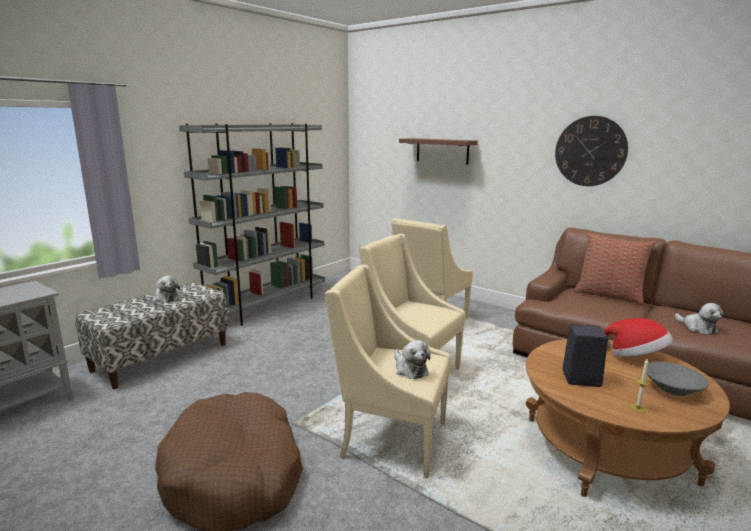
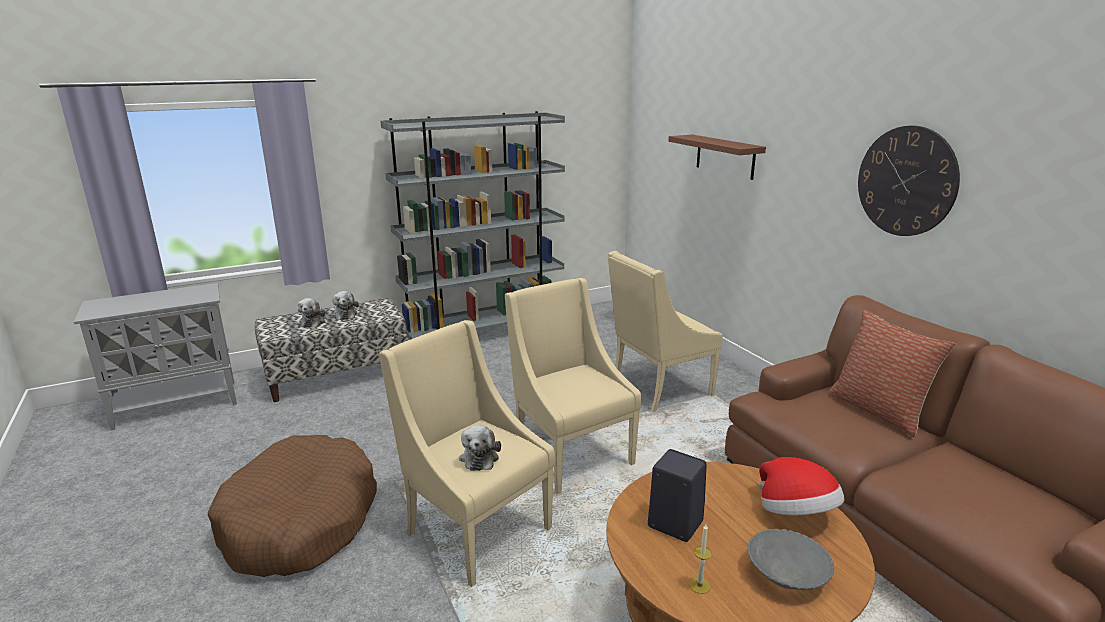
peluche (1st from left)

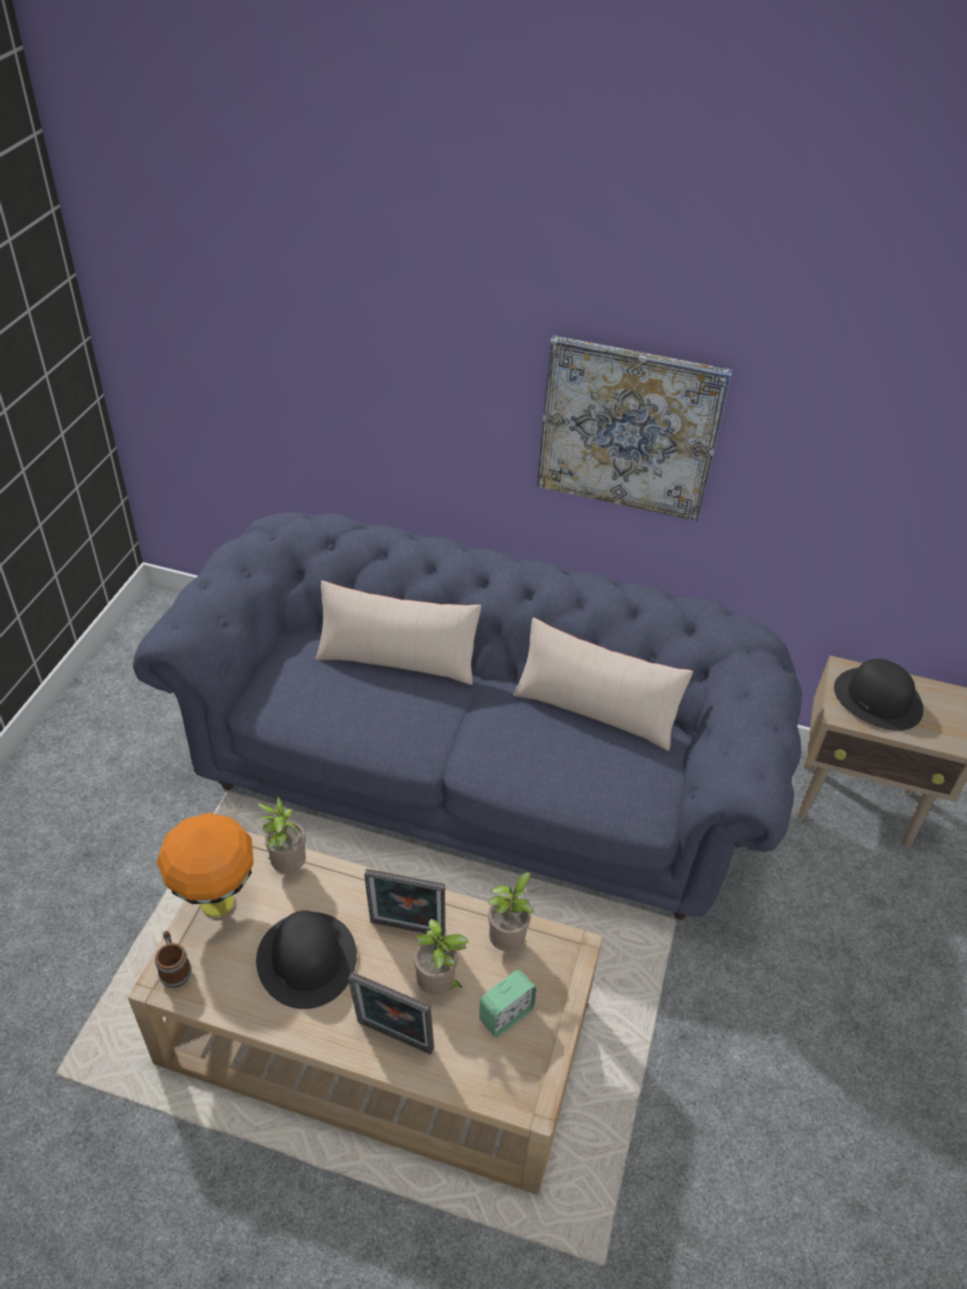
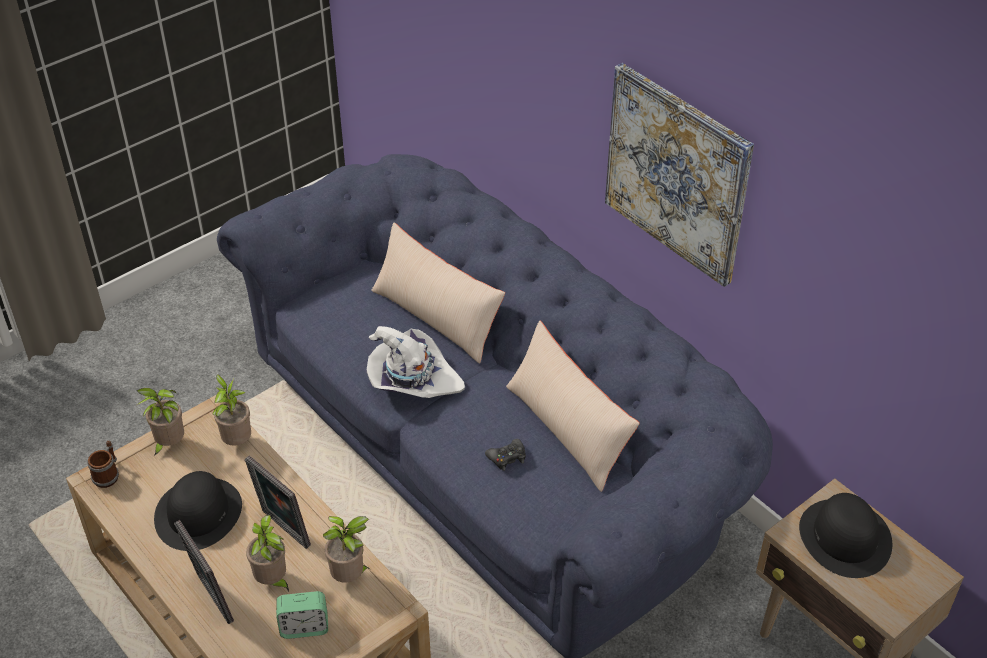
plante en pot (1st from left)
chapeau/blanc
manette/noir

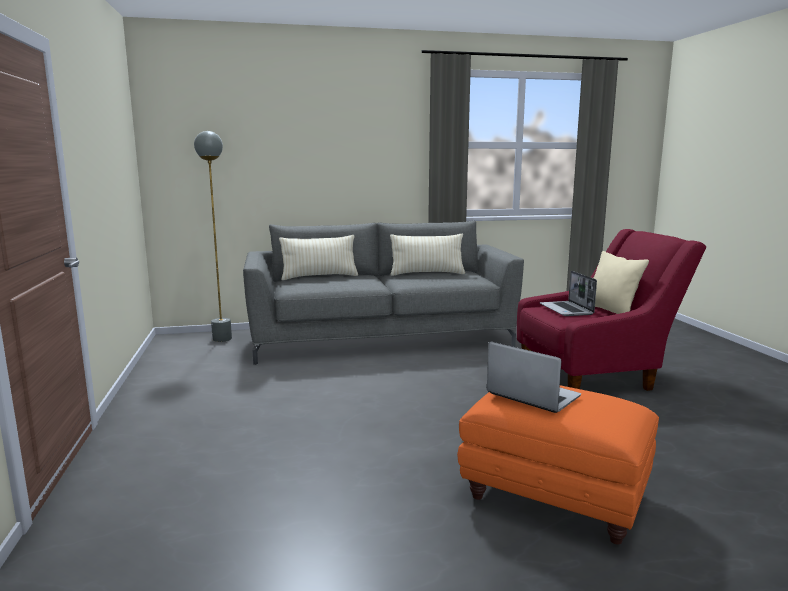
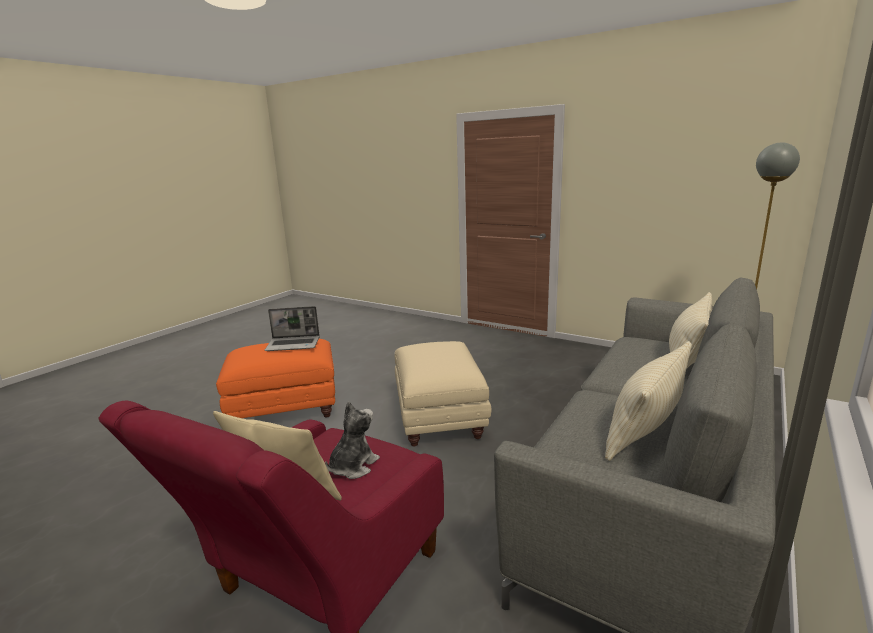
peluche
pouf/beige

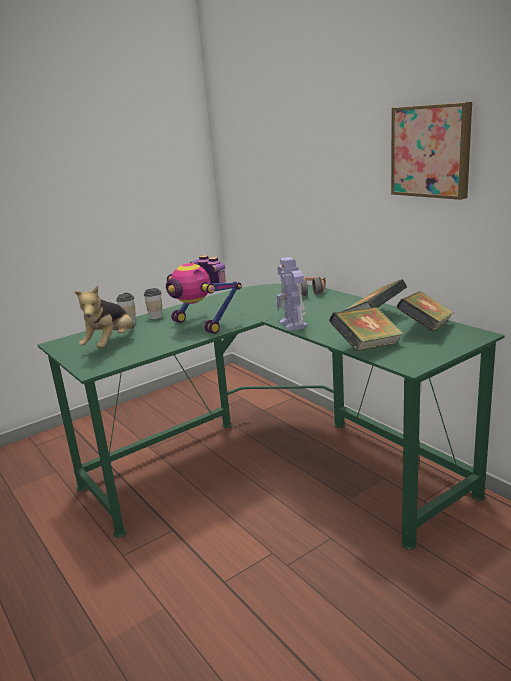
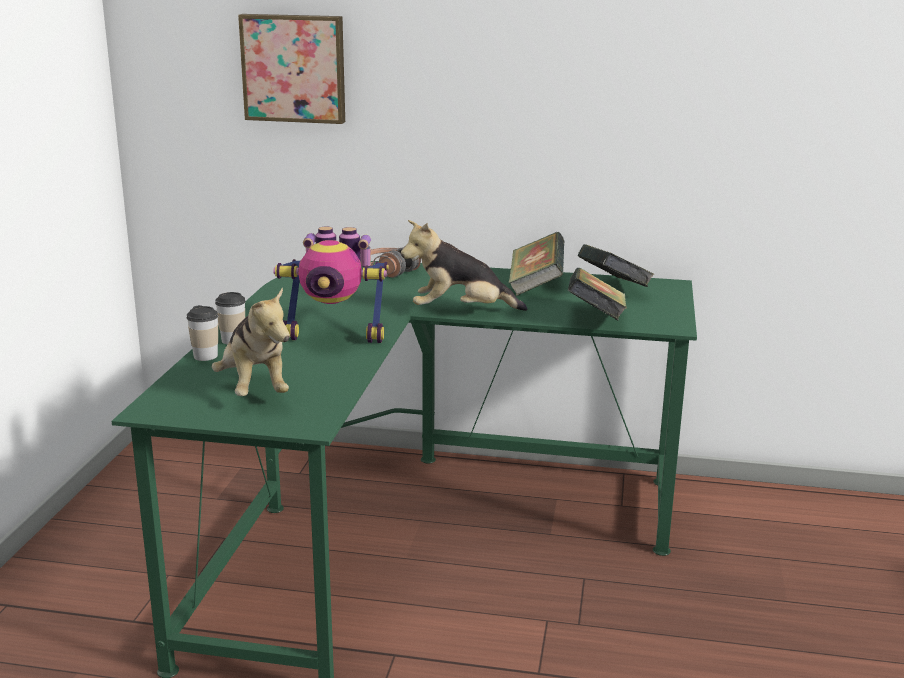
tableau
peluche (2nd from left)

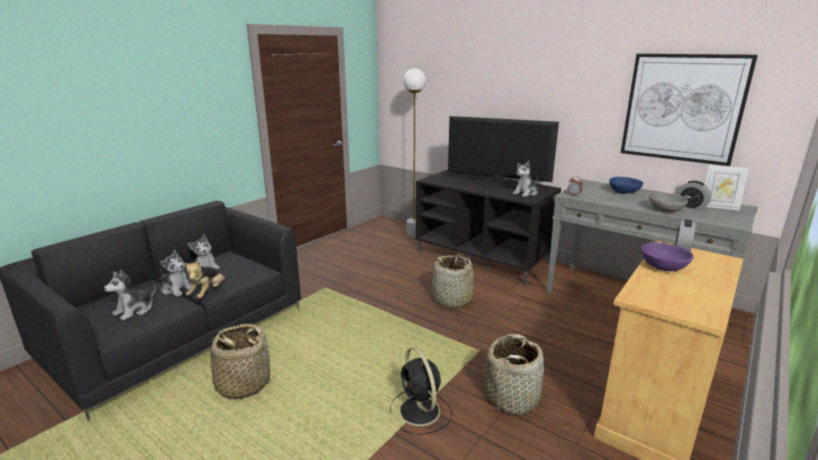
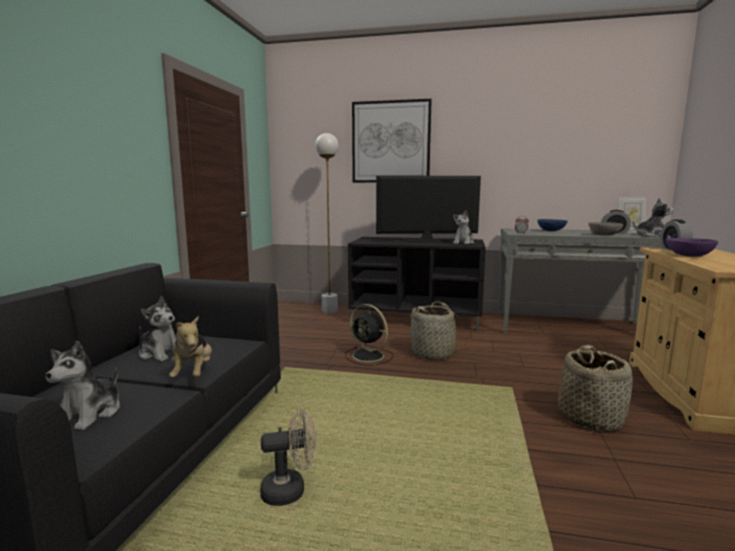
tableau
peluche (5th from left)
ventilateur/beige
ventilateur/noir

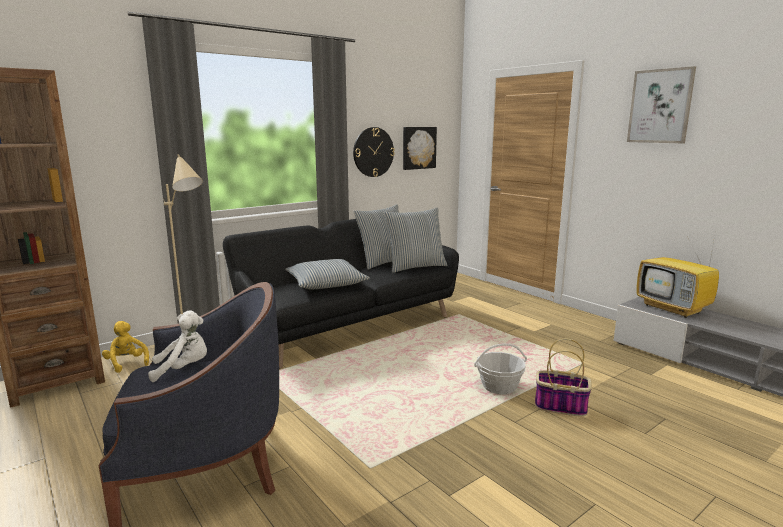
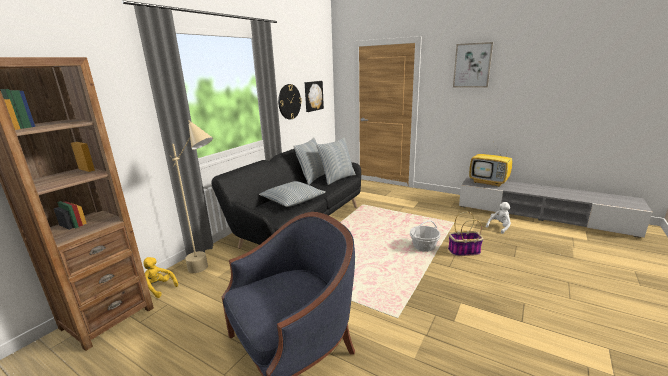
peluche/blanc

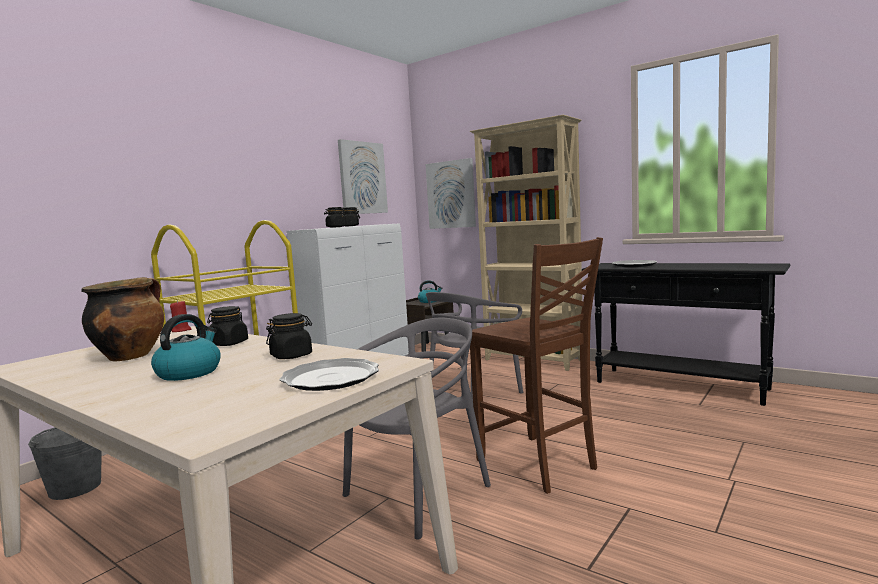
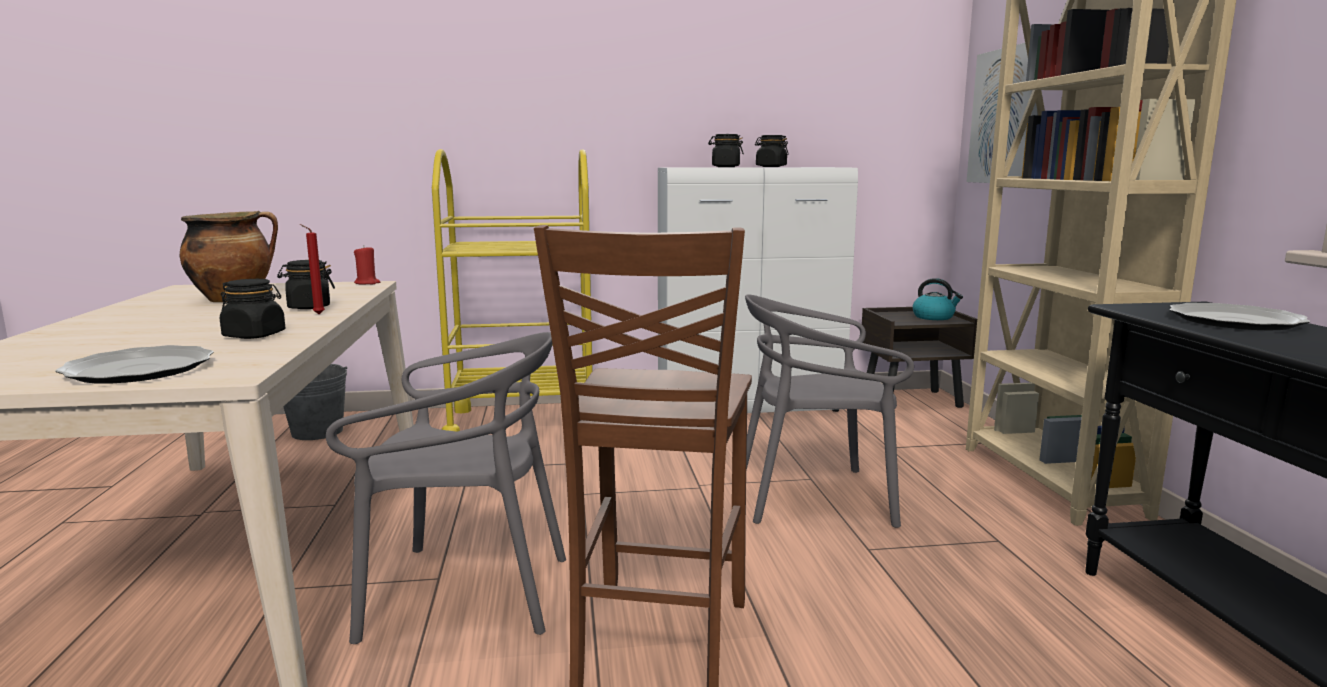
tableau (1st from left in the first image)
bouilloire (1st from left in the first image)
bougie/rouge (1st from left)

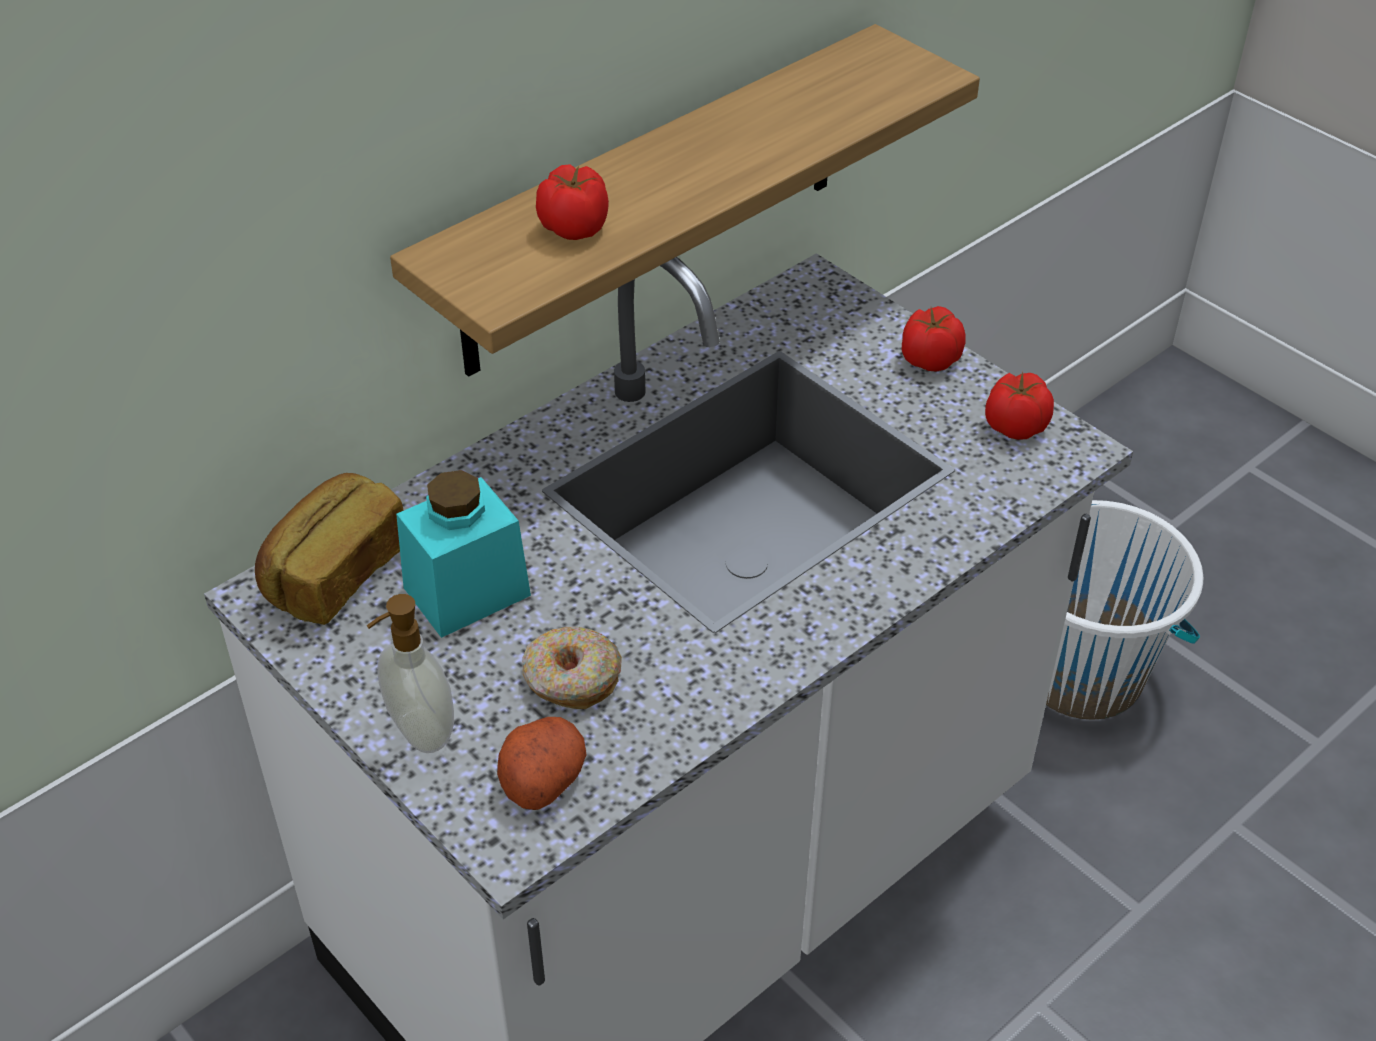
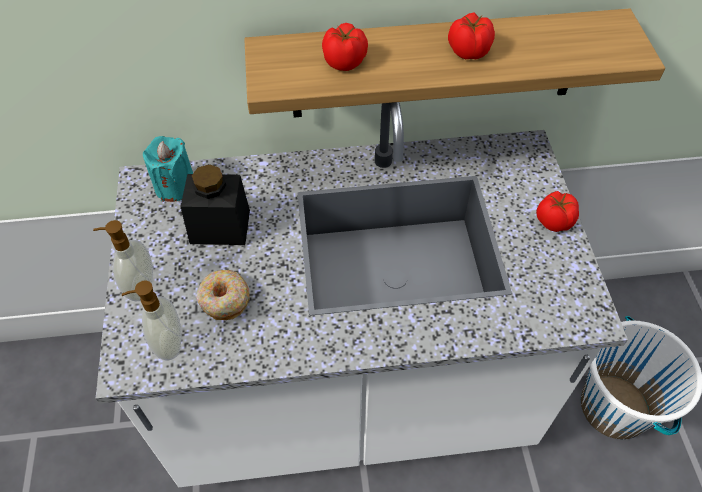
tomate (2nd from left)
bocal/noir
bougie/turquoise
distributeur de savon (2nd from left)

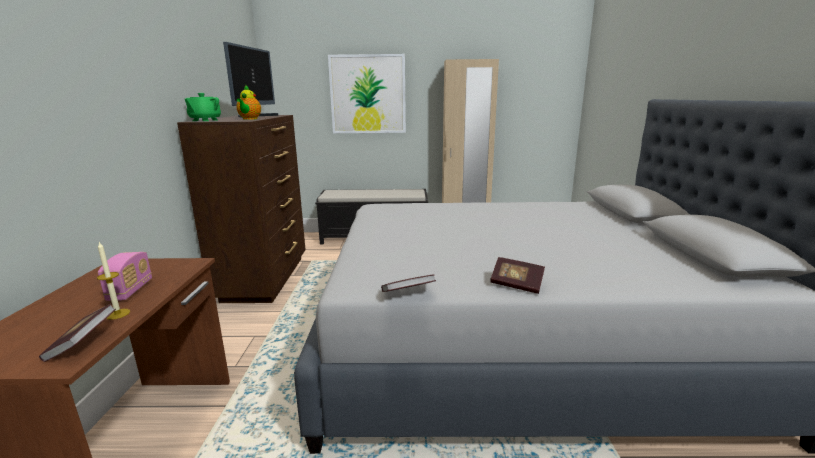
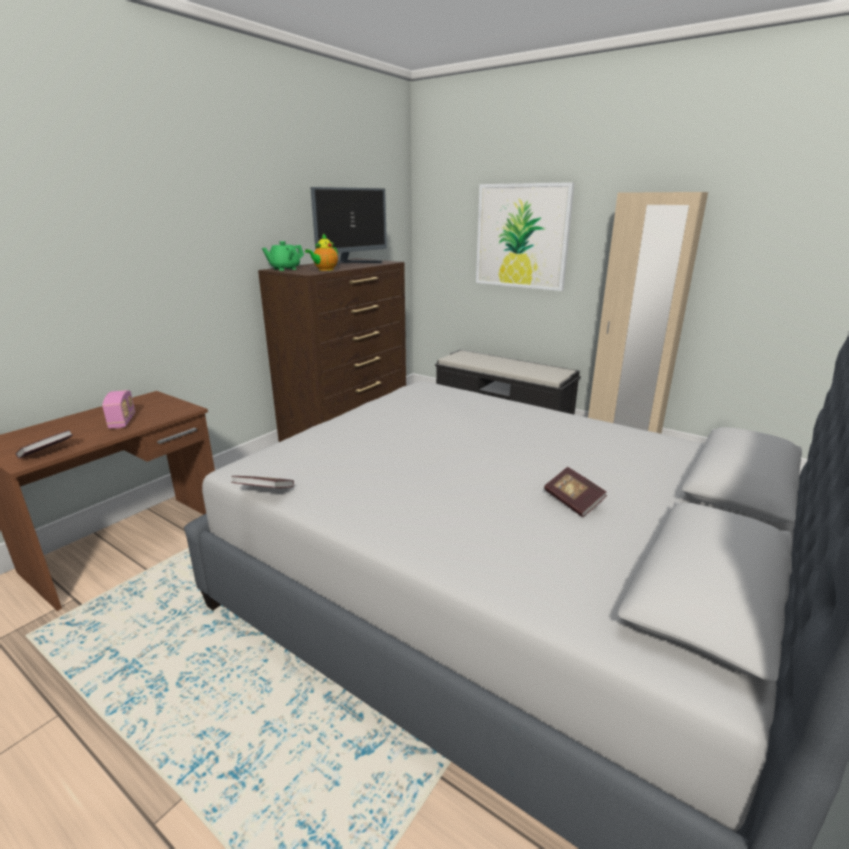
bougie
radio
livre (3rd from left)

